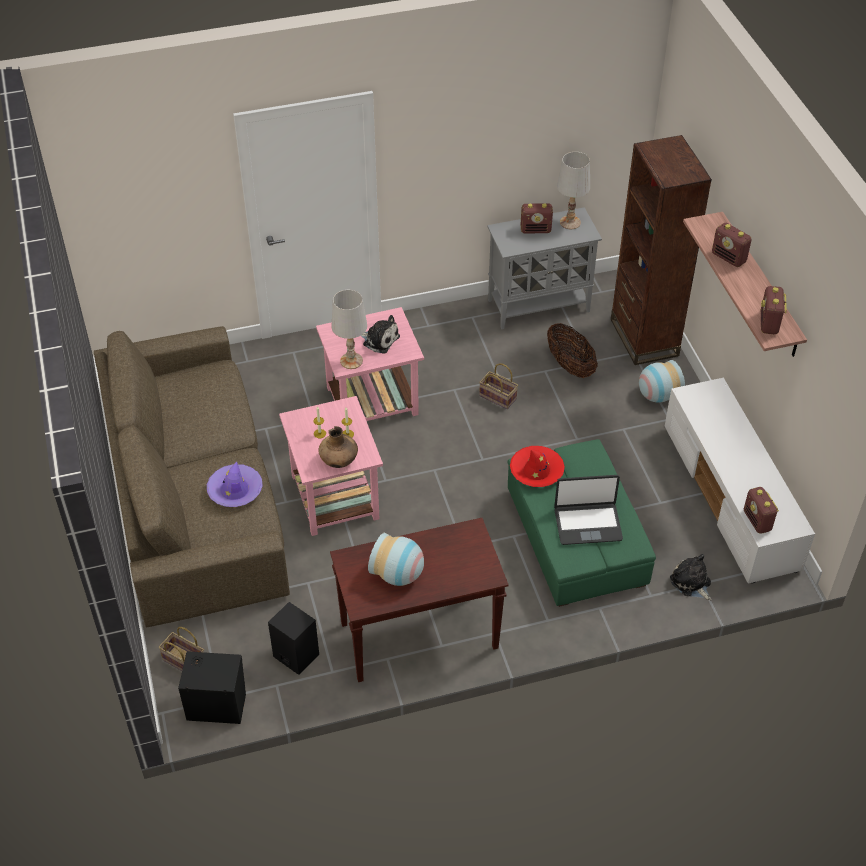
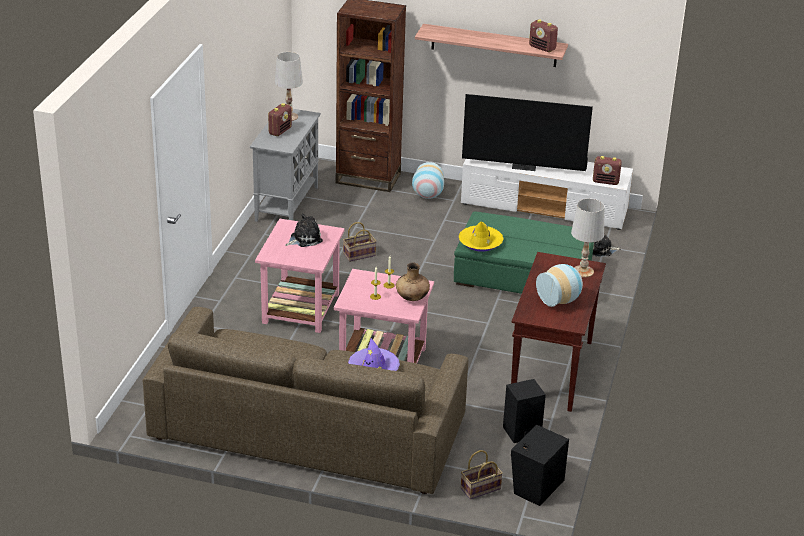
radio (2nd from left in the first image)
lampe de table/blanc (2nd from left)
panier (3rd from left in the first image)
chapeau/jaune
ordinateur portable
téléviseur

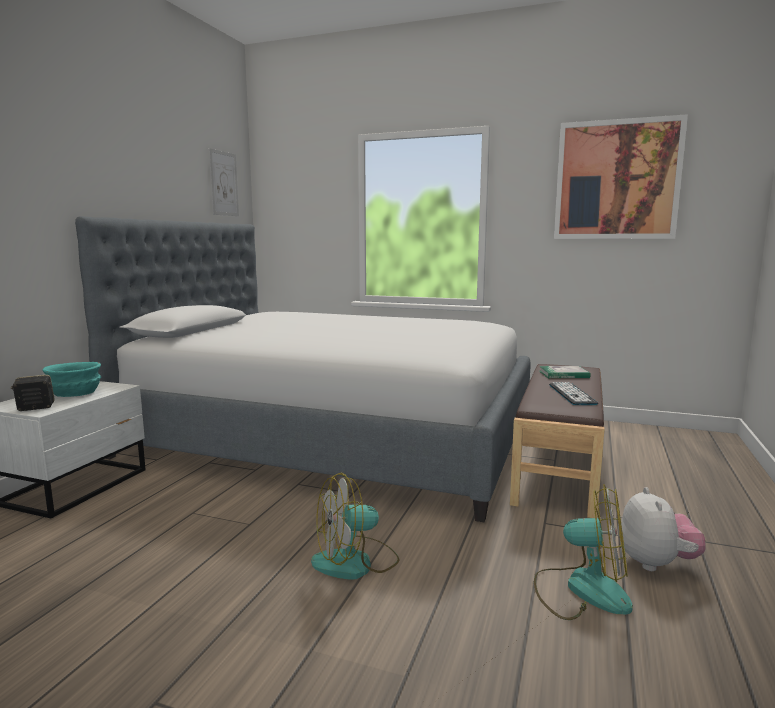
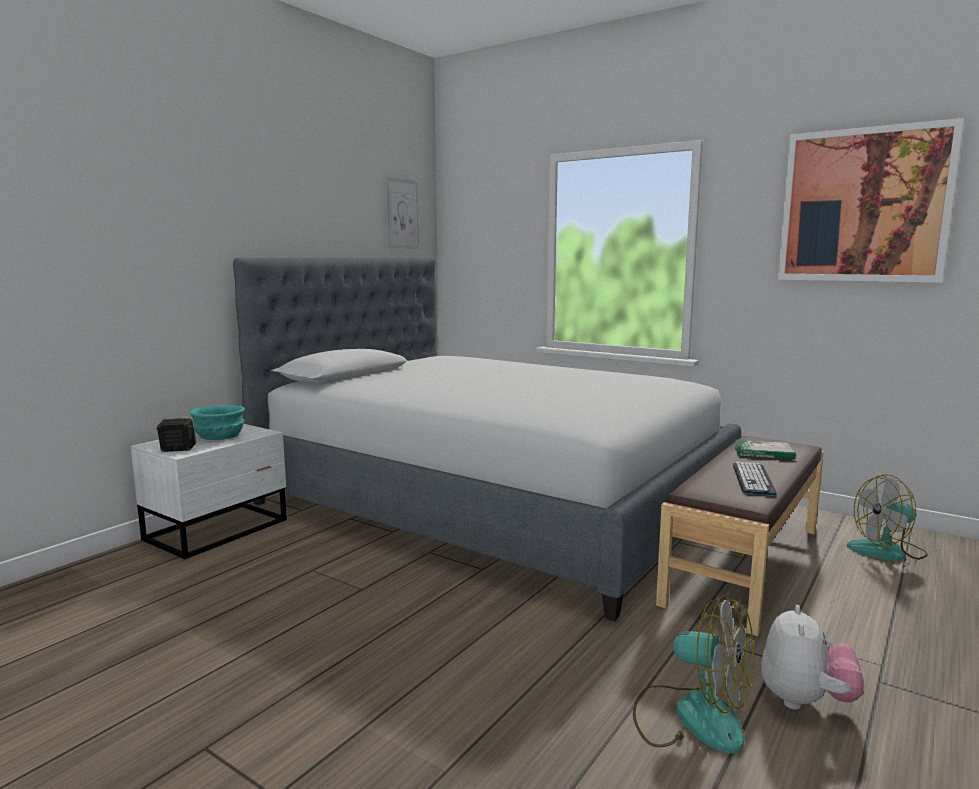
ventilateur (2nd from left)

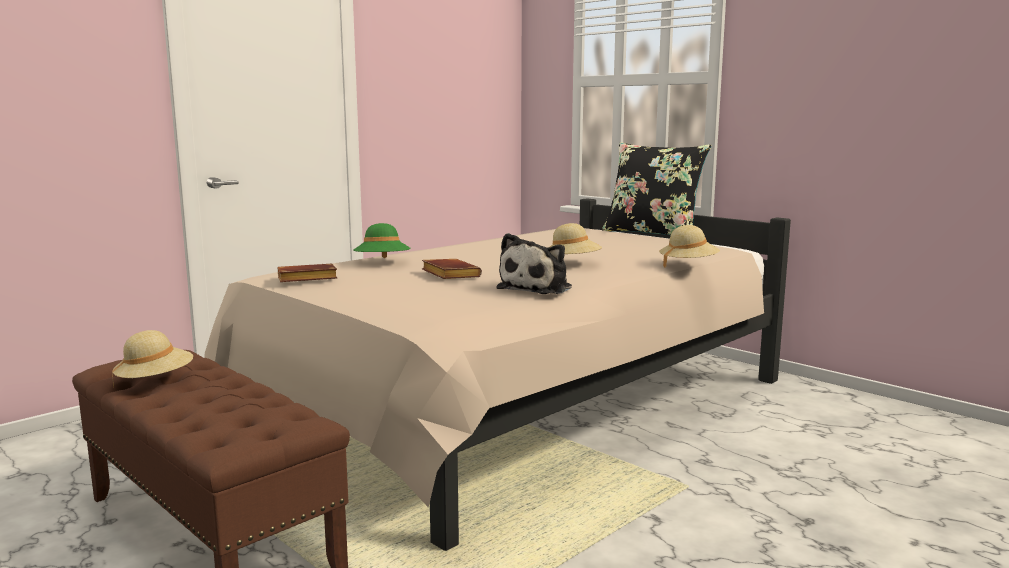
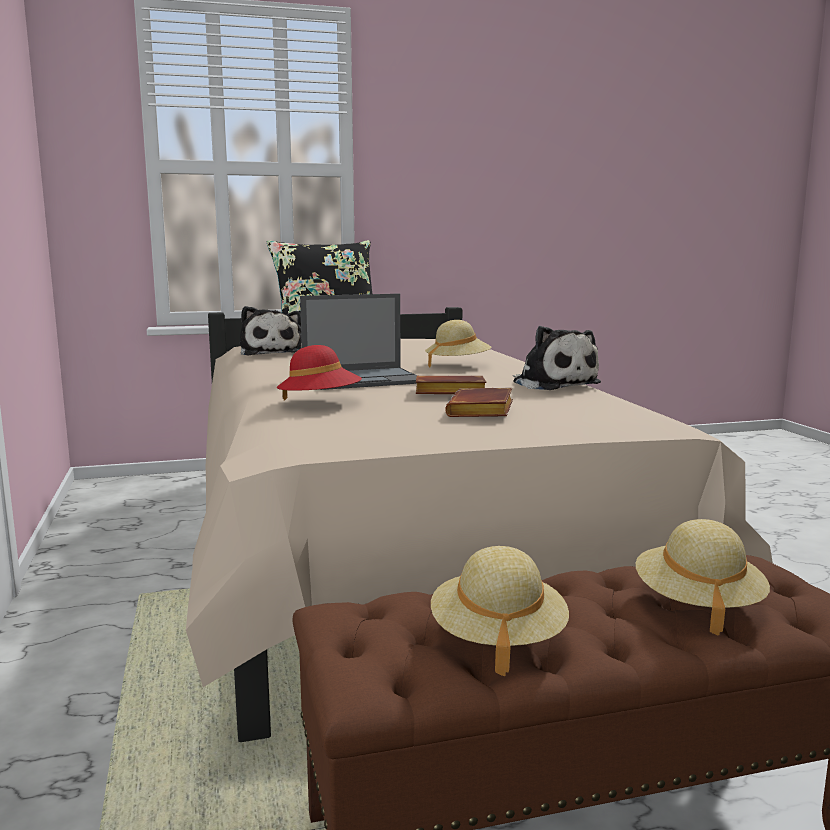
chapeau/rouge
chapeau/beige (3rd from left)
livre/marron (2nd from left)
ordinateur portable
peluche (1st from left)

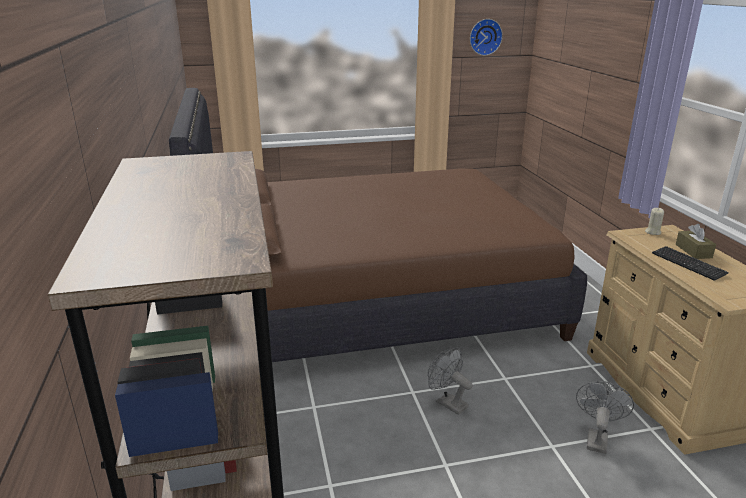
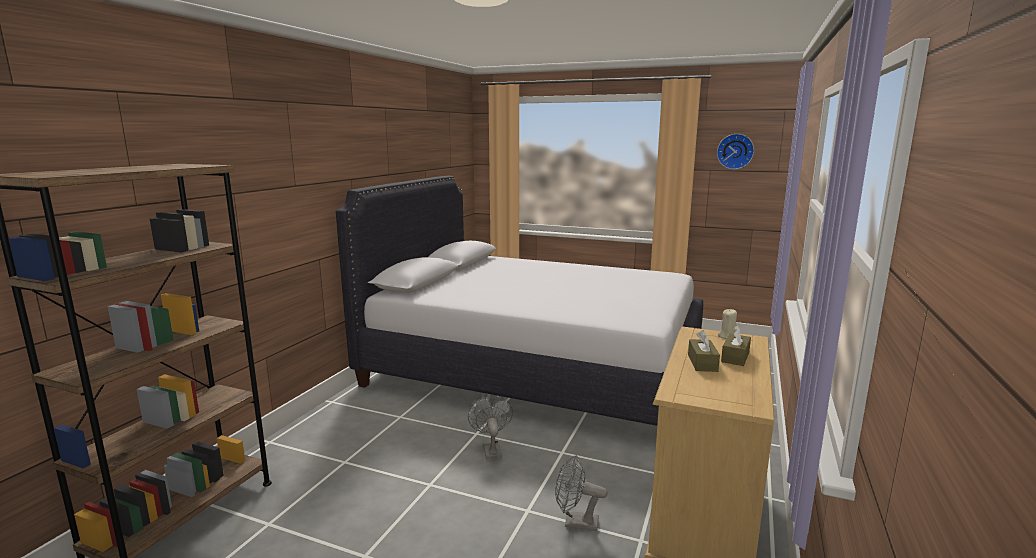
lit/blanc
boîte à mouchoirs/marron (1st from left)
ventilateur/gris (2nd from left)

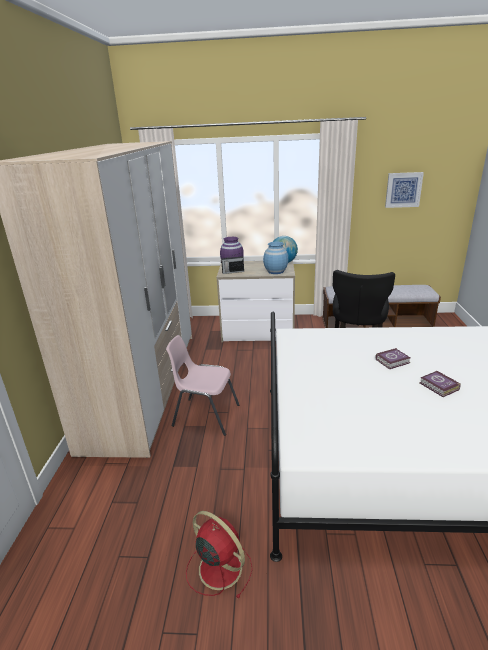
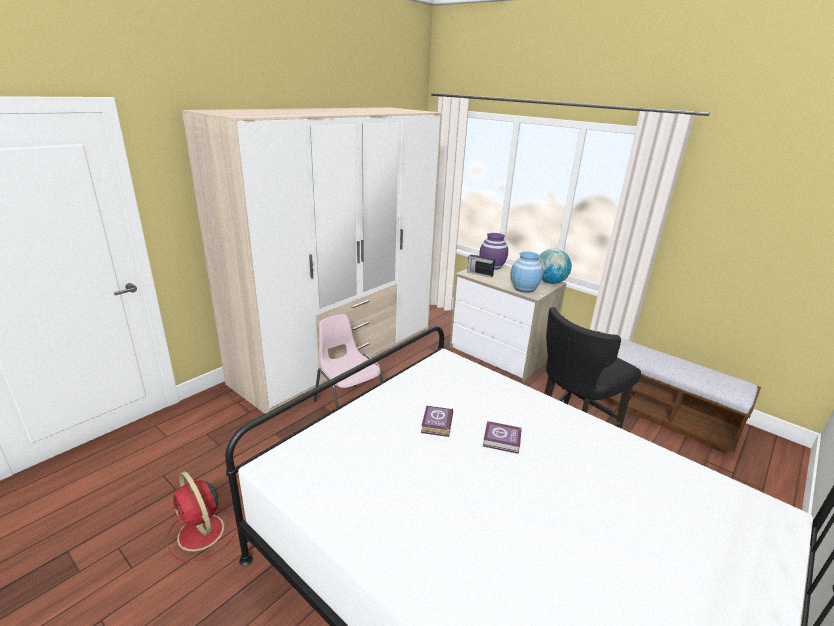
tableau
livre (1st from left)
ventilateur/rouge

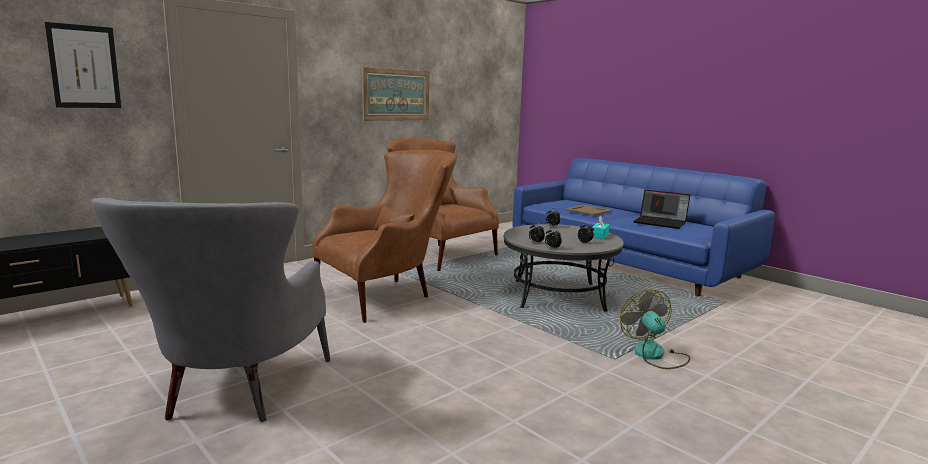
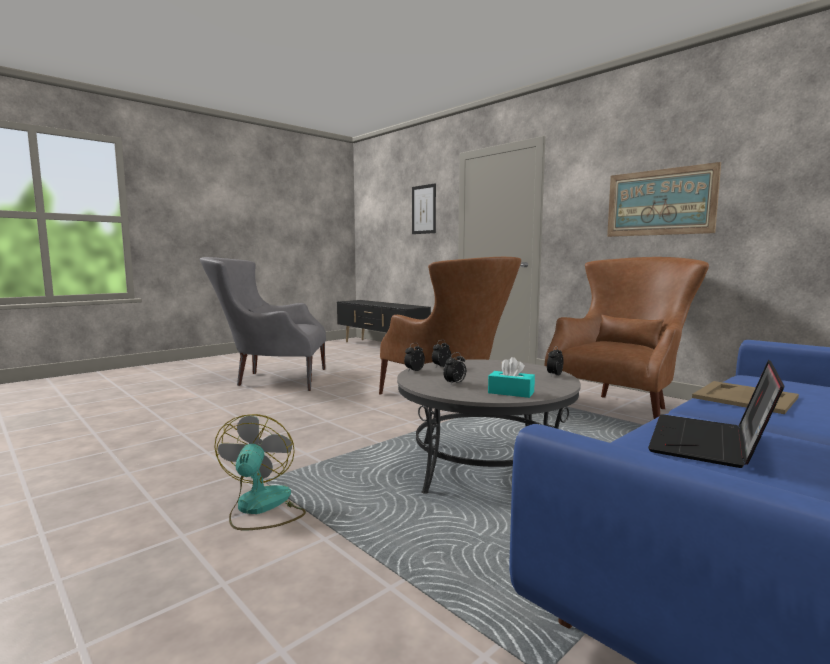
ventilateur

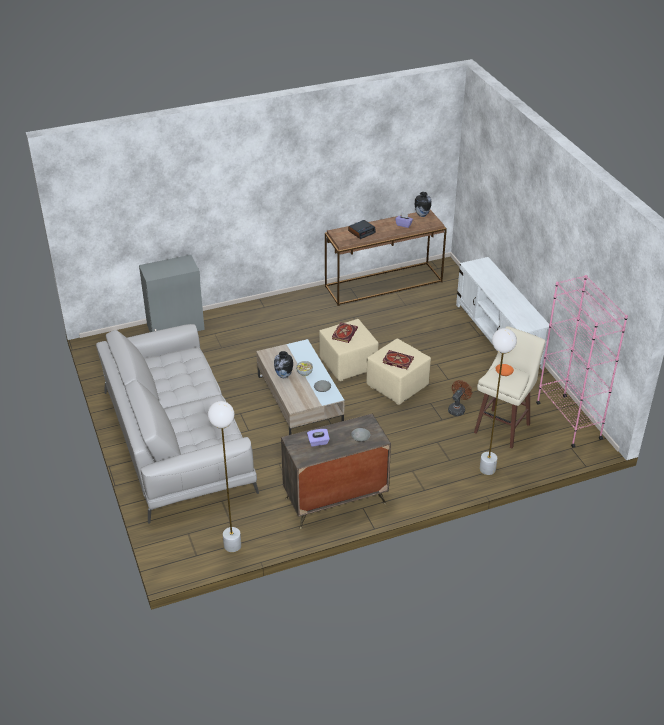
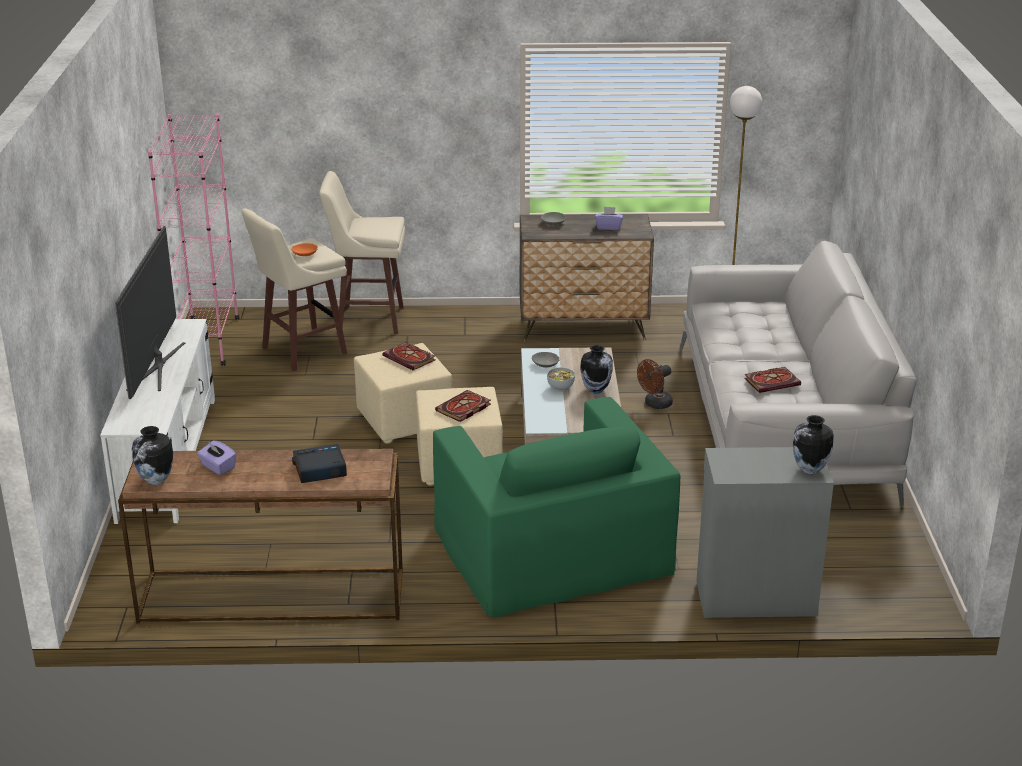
tabouret/beige (2nd from left)
ventilateur/marron
téléviseur
livre (3rd from left)
fauteuil/vert
vase (3rd from left)

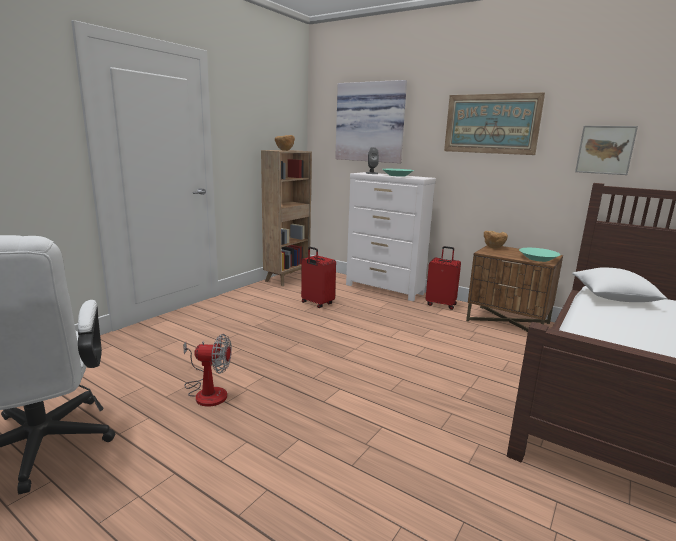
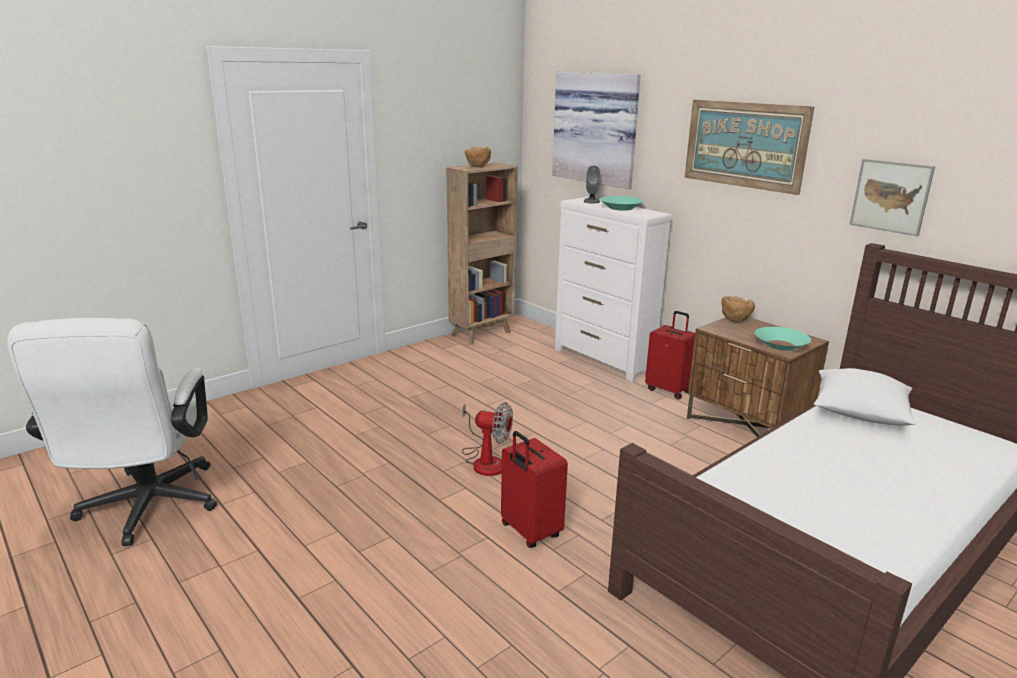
valise/rouge (1st from left)
ventilateur

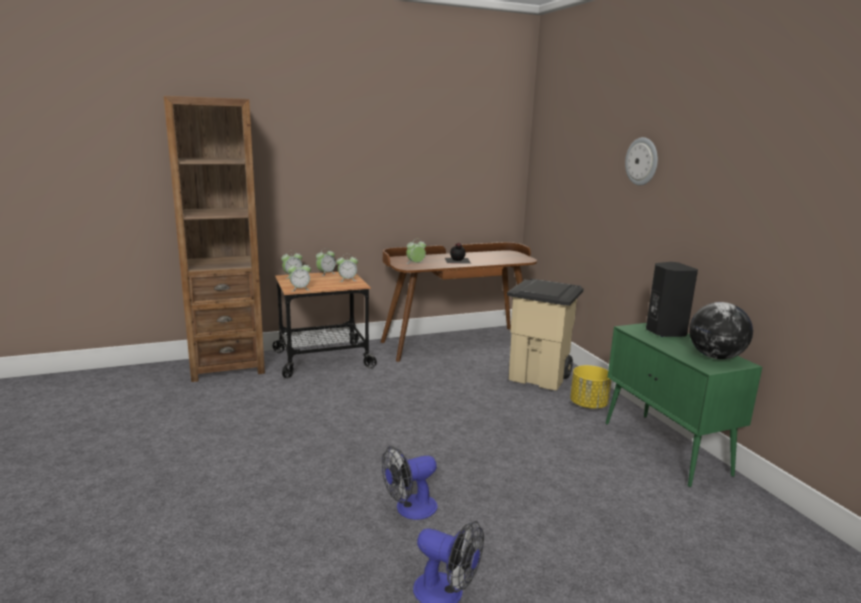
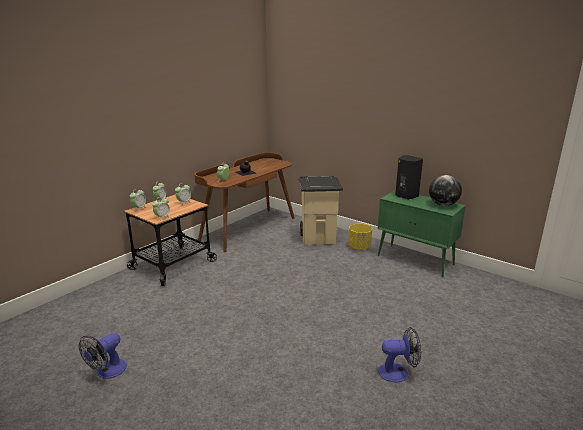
bibliothèque/marron
horloge murale
ventilateur (1st from left)

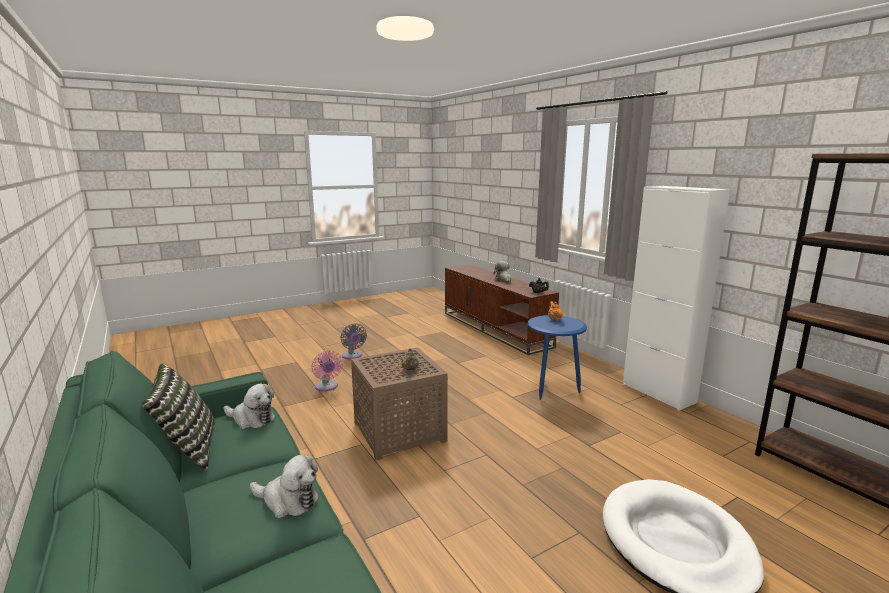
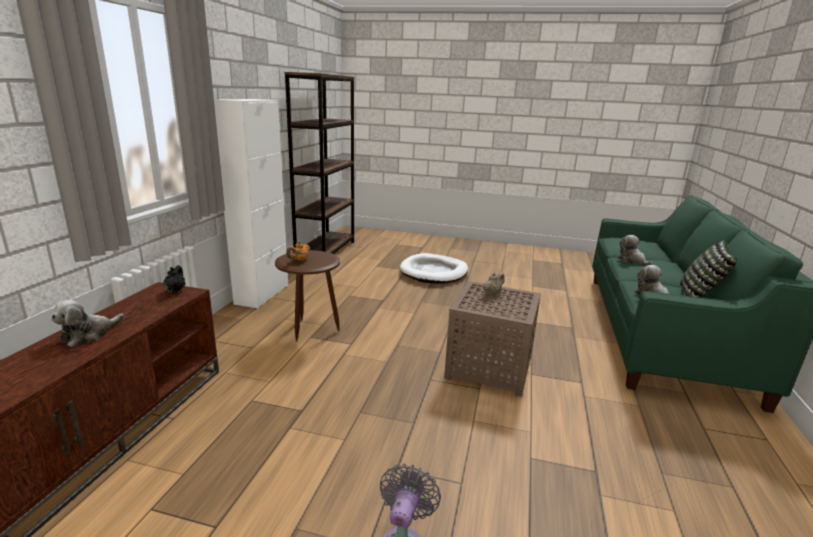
table d'appoint/marron (1st from left)
ventilateur/rose

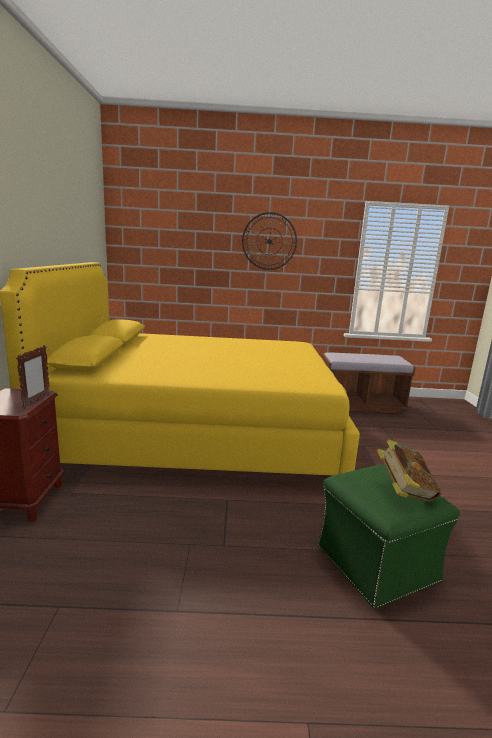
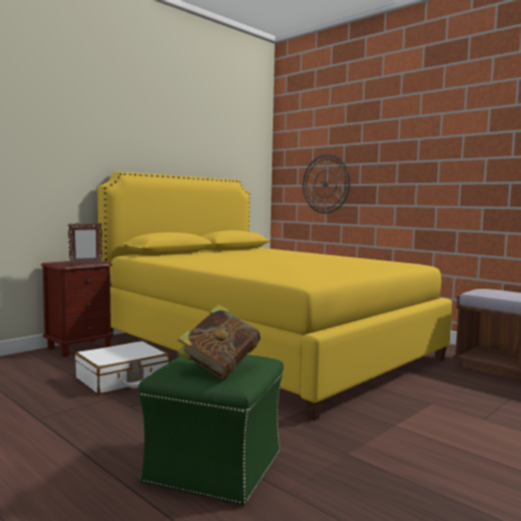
horloge murale
valise/blanc

